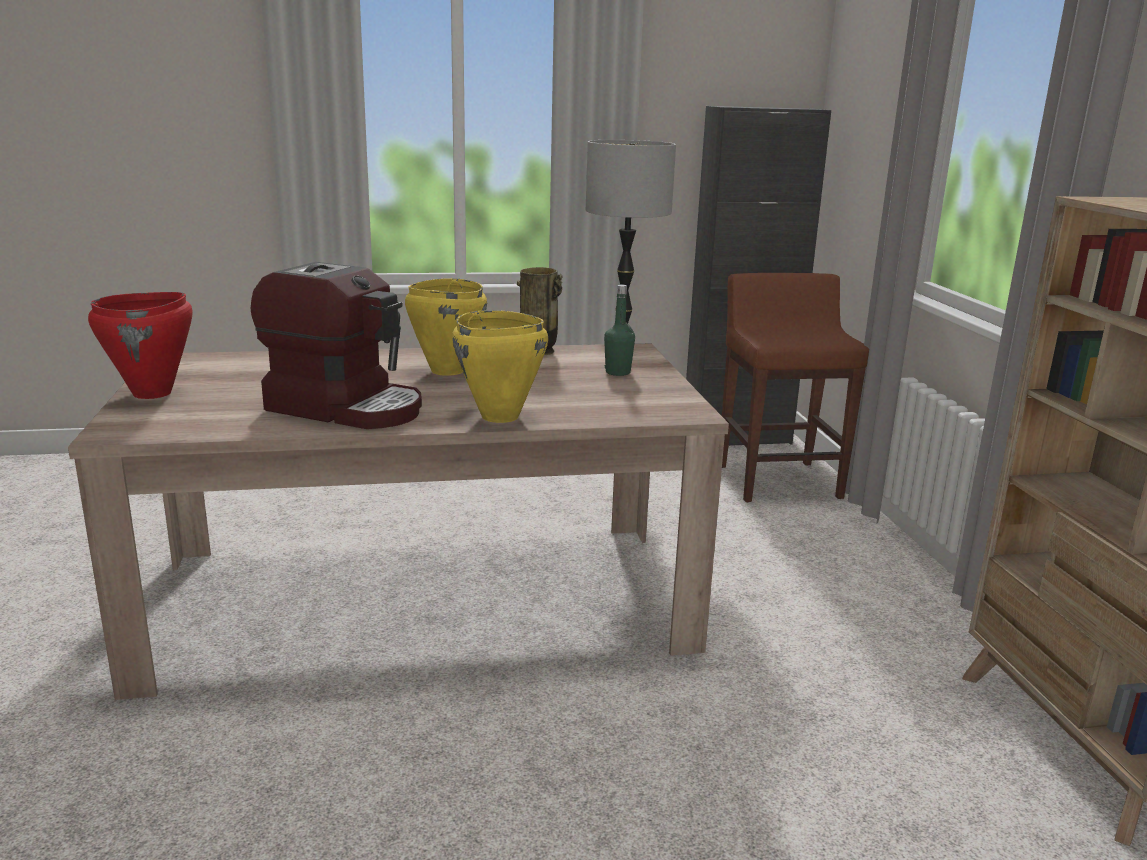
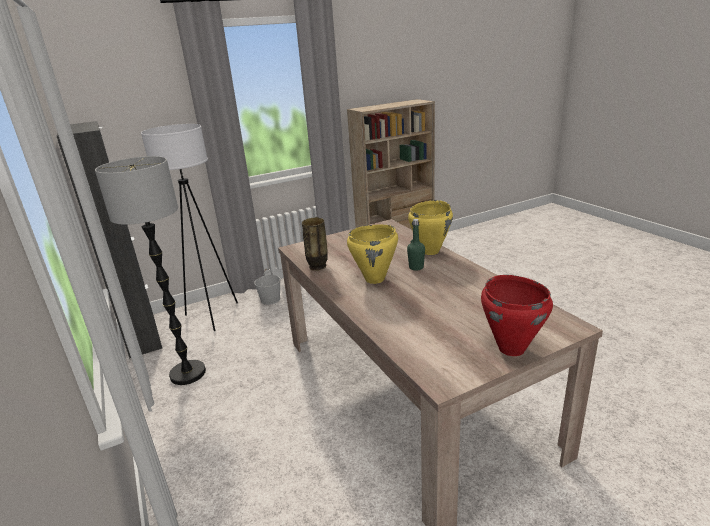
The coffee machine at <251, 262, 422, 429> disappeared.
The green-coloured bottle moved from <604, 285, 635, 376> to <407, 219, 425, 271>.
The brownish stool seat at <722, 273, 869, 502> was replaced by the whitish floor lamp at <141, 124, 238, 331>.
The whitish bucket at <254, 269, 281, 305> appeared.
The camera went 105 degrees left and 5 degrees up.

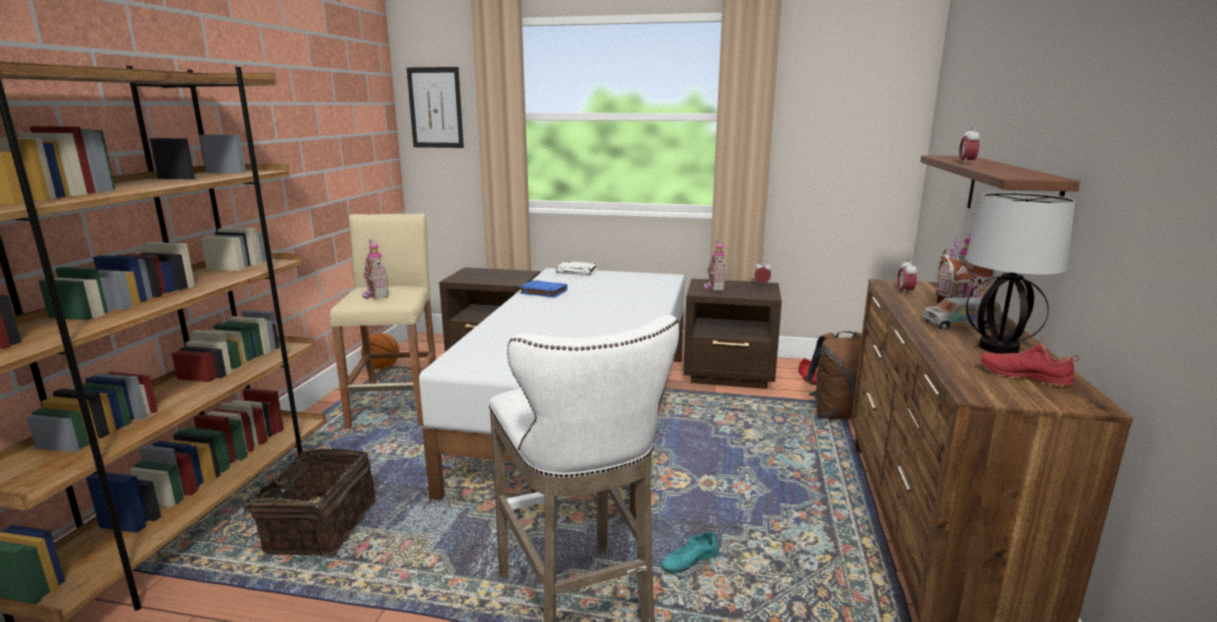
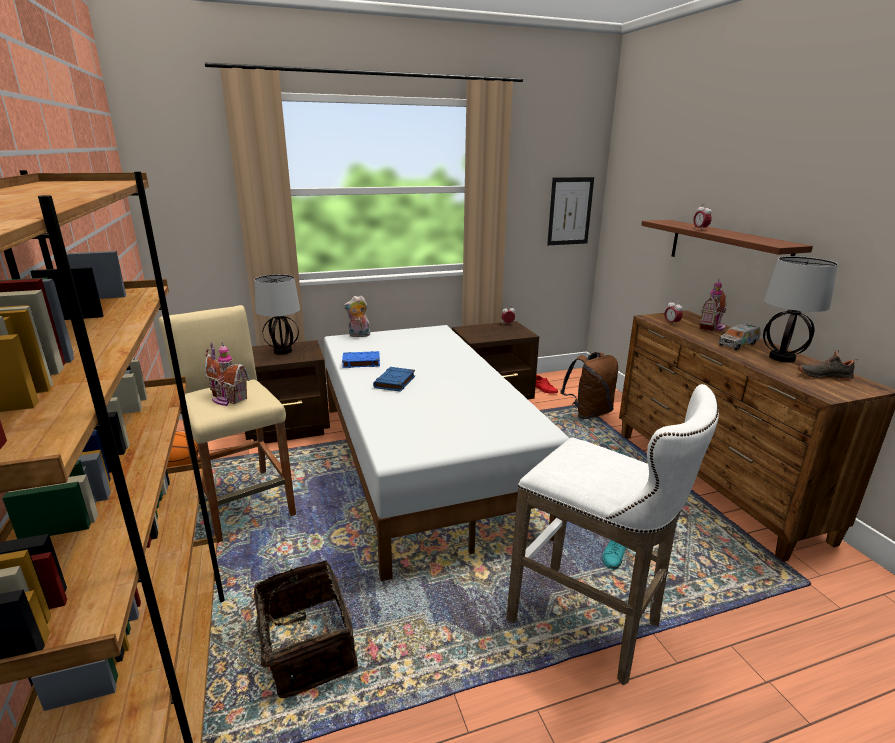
The picture moved from <407, 67, 464, 148> to <547, 177, 594, 245>.
The whitish book at <556, 261, 597, 275> was replaced by the soft toy at <343, 296, 371, 337>.
The toy house at <704, 240, 727, 291> disappeared.
The red shoe at <979, 336, 1080, 387> became the black-coloured shoe at <798, 350, 858, 380>.
The tabletop lamp at <254, 274, 300, 355> appeared.
The blue-coloured book at <373, 367, 415, 392> appeared.
The camera went 30 degrees left and 5 degrees up.

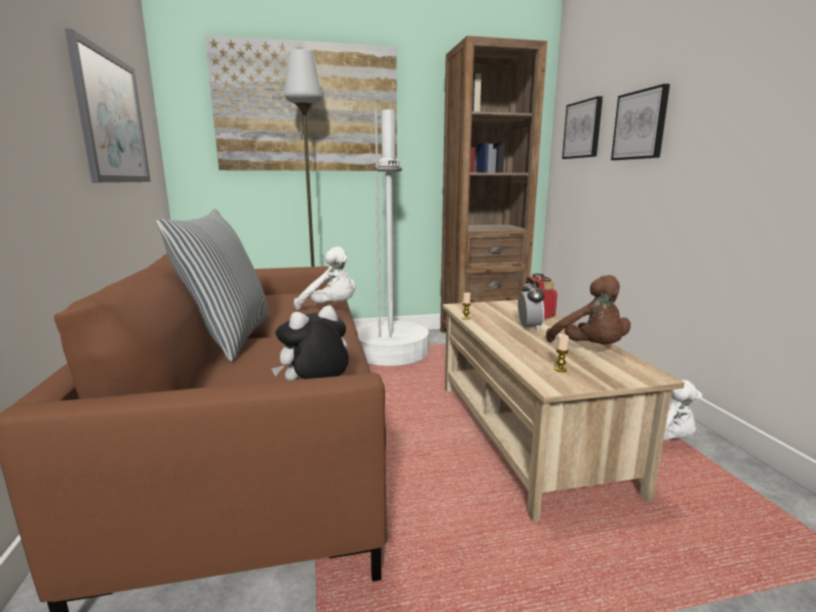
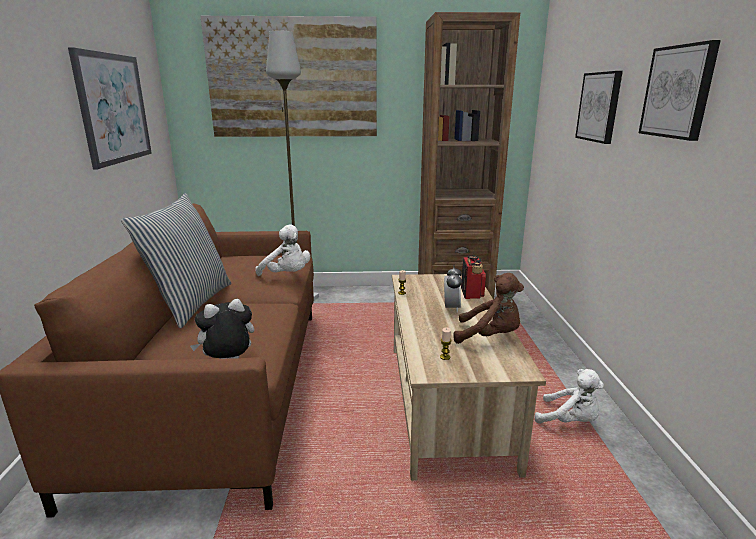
The whitish floor lamp at <356, 109, 429, 366> disappeared.
The brownish soft toy at <546, 275, 631, 344> turned 60 degrees counterclockwise.
The picture moved from <562, 96, 603, 159> to <639, 40, 721, 141>.
The camera went 10 degrees right and 5 degrees up.

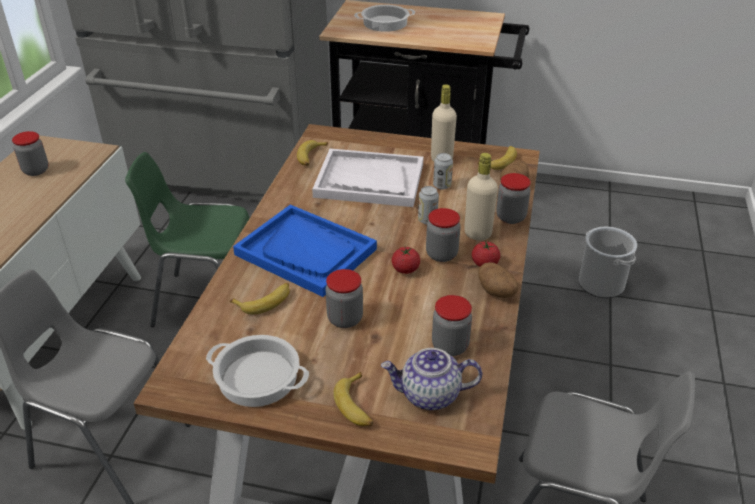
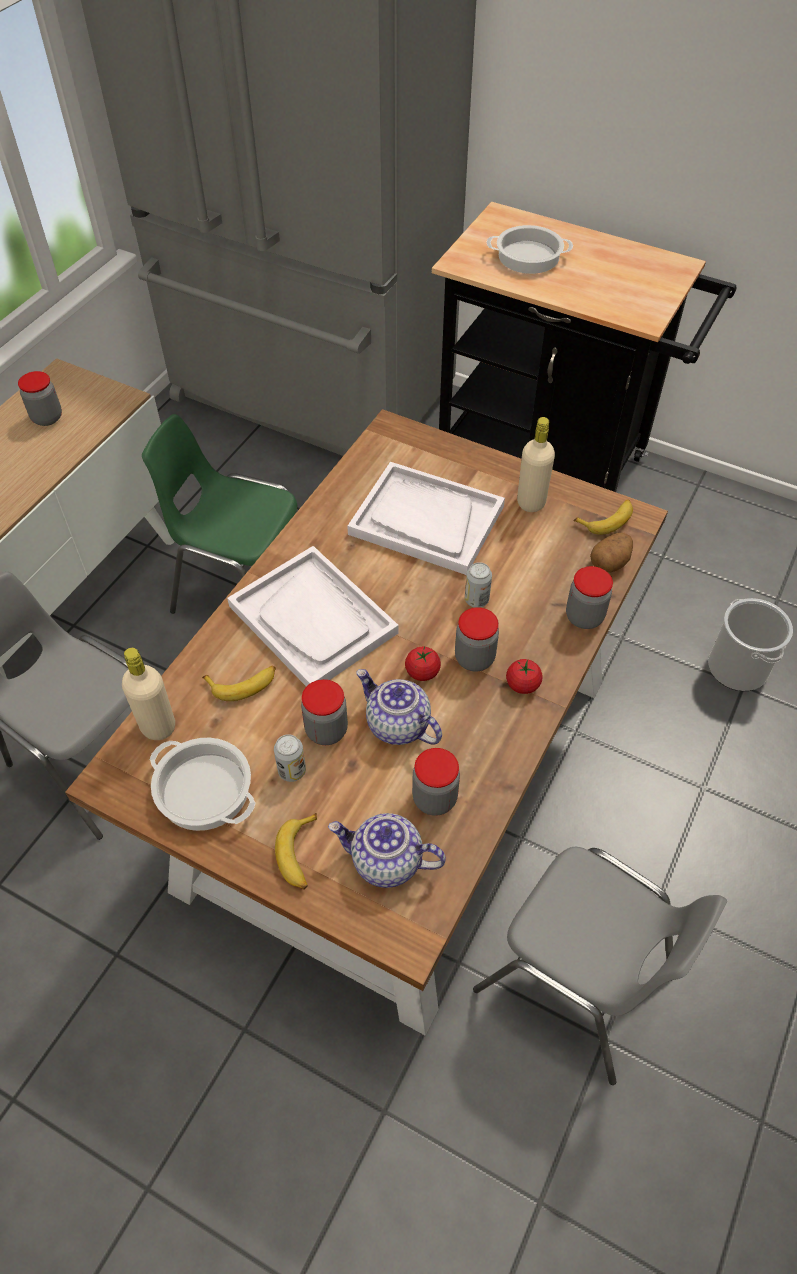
The blue-coloured carrying tray at <233, 205, 377, 297> became the whitish carrying tray at <227, 546, 399, 687>.
The banana fruit at <297, 140, 328, 166> disappeared.
The sealed can moved from <433, 153, 453, 190> to <274, 734, 306, 782>.
The sand-coloured bottle moved from <464, 153, 498, 241> to <122, 648, 175, 740>.
The whole potato at <479, 262, 518, 298> disappeared.
The tea pot at <356, 669, 442, 745> appeared.
The camera went 15 degrees right and 15 degrees up.

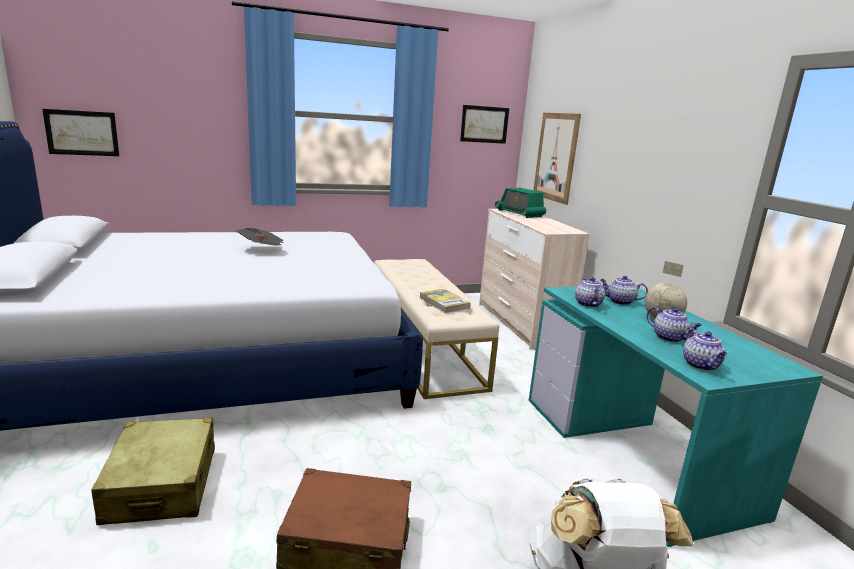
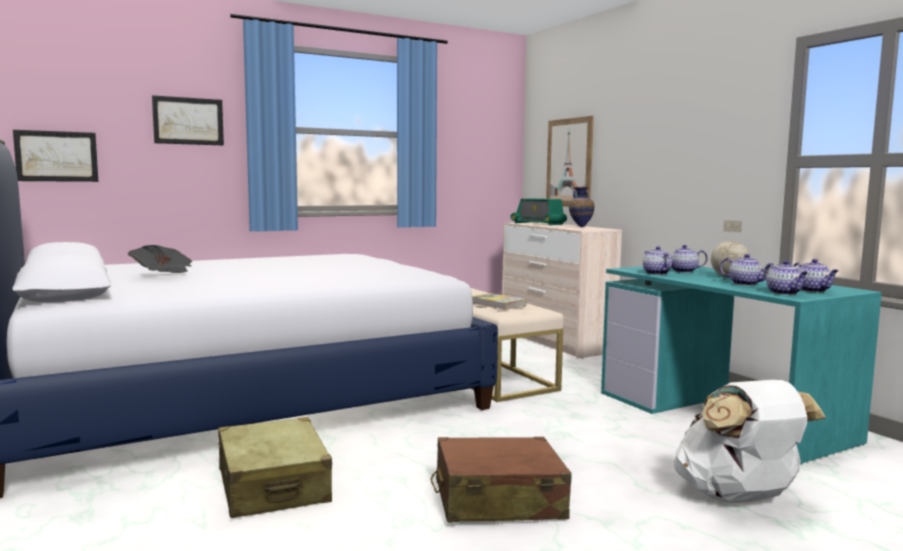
The newspaper moved from <235, 228, 283, 245> to <128, 245, 192, 273>.
The picture moved from <460, 105, 509, 144> to <152, 95, 224, 146>.
The decorative vase at <569, 186, 595, 227> appeared.
The tea pot at <794, 259, 839, 293> appeared.
The camera went 10 degrees left and 10 degrees down.

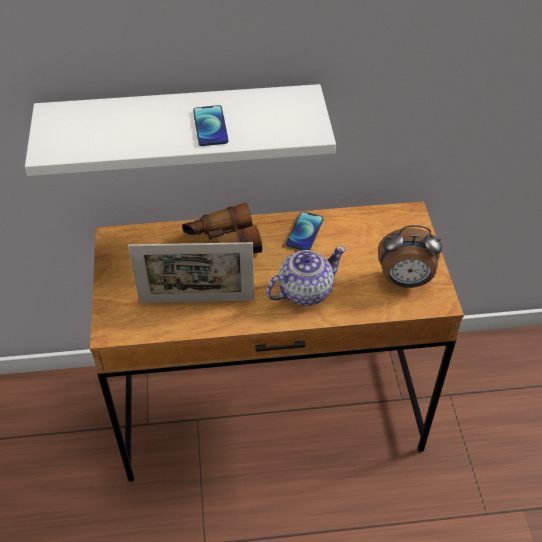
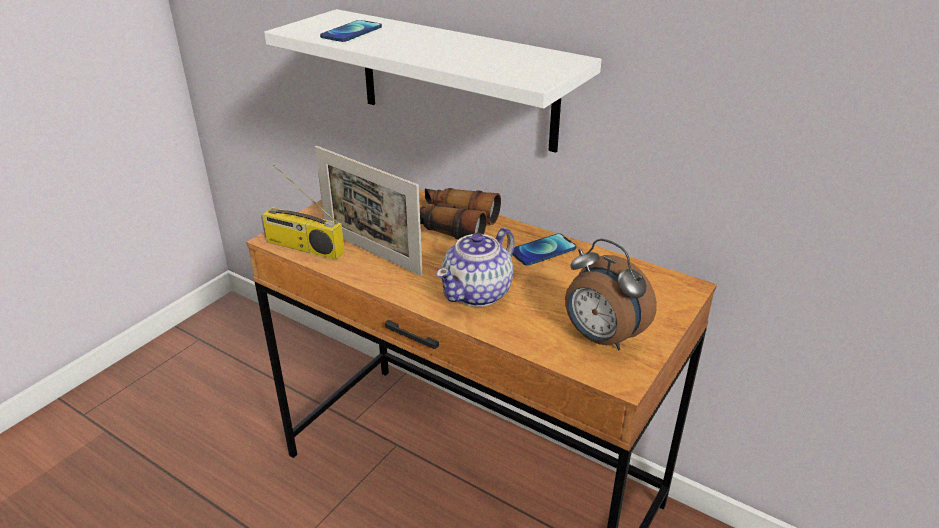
The telephone moved from <193, 105, 228, 146> to <320, 20, 382, 42>.
The tea pot at <266, 246, 346, 306> turned 120 degrees clockwise.
The radio receiver at <261, 165, 345, 260> appeared.
The camera went 40 degrees right and 15 degrees down.

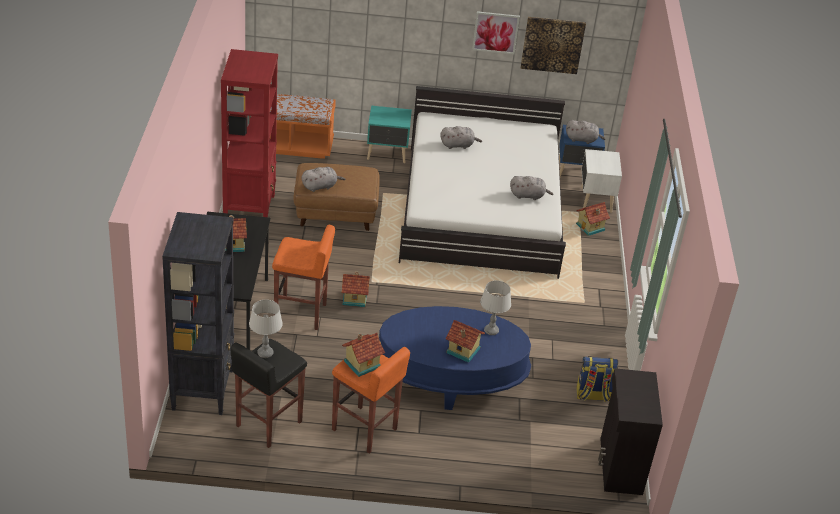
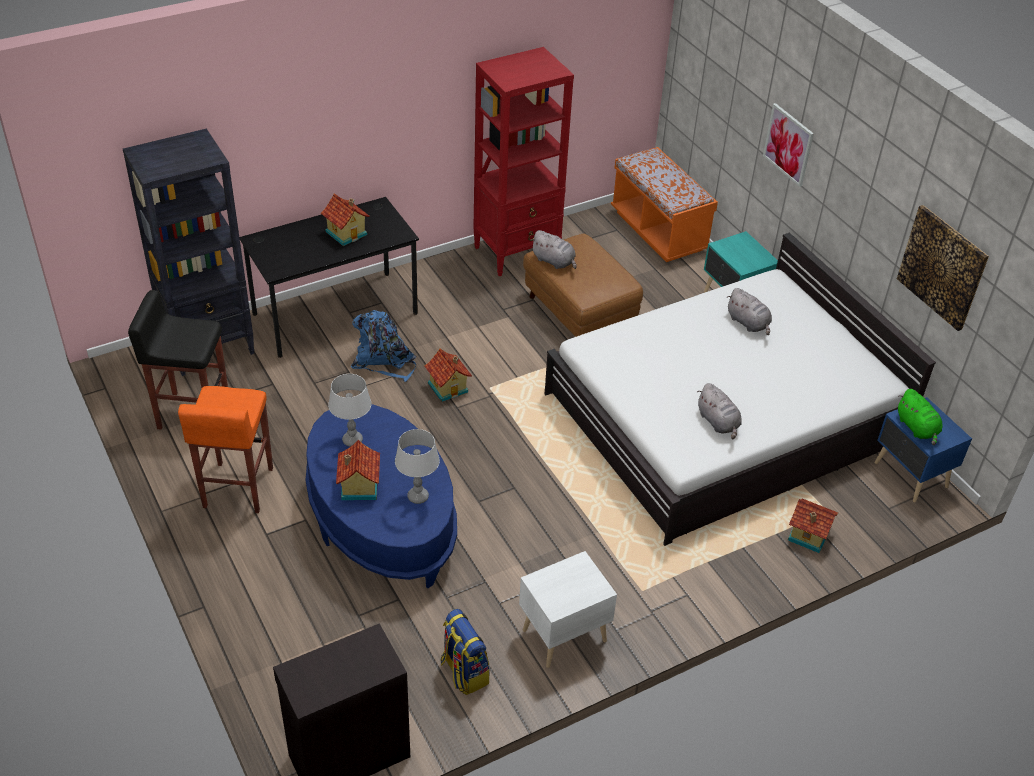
The grey tabletop lamp moved from <249, 300, 283, 358> to <328, 374, 371, 447>.
The orangey stool seat at <272, 225, 335, 330> was replaced by the blue-coloured backpack at <351, 310, 416, 382>.
The toy house at <342, 333, 385, 377> disappeared.
The picture moved from <472, 11, 520, 54> to <763, 103, 814, 187>.
The grey soft toy at <566, 120, 606, 144> became the green-coloured soft toy at <898, 389, 943, 445>.
The whitish bedside table moved from <581, 149, 622, 213> to <519, 551, 617, 668>.
The camera went 60 degrees right and 5 degrees up.

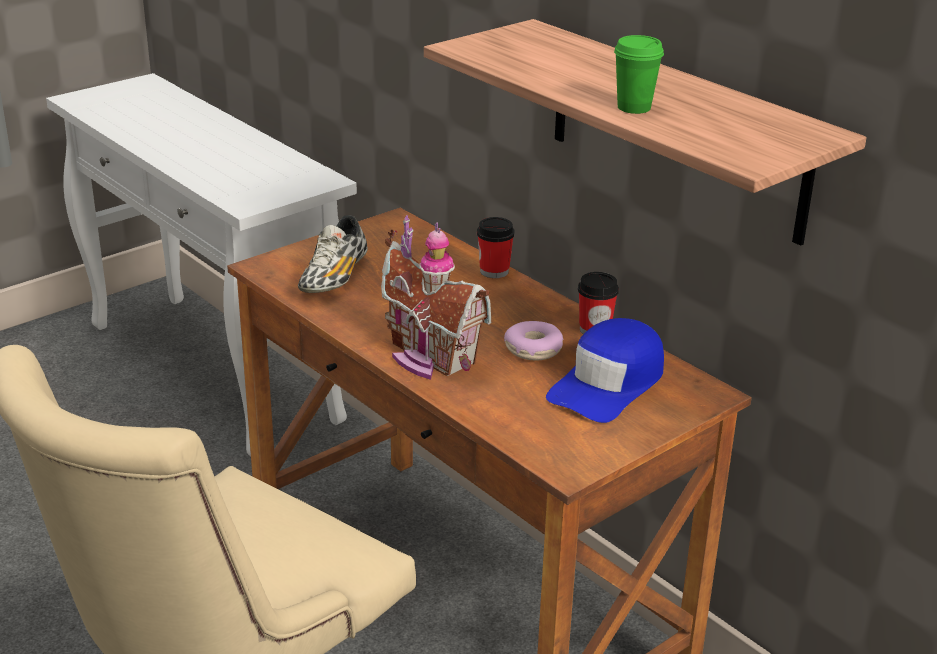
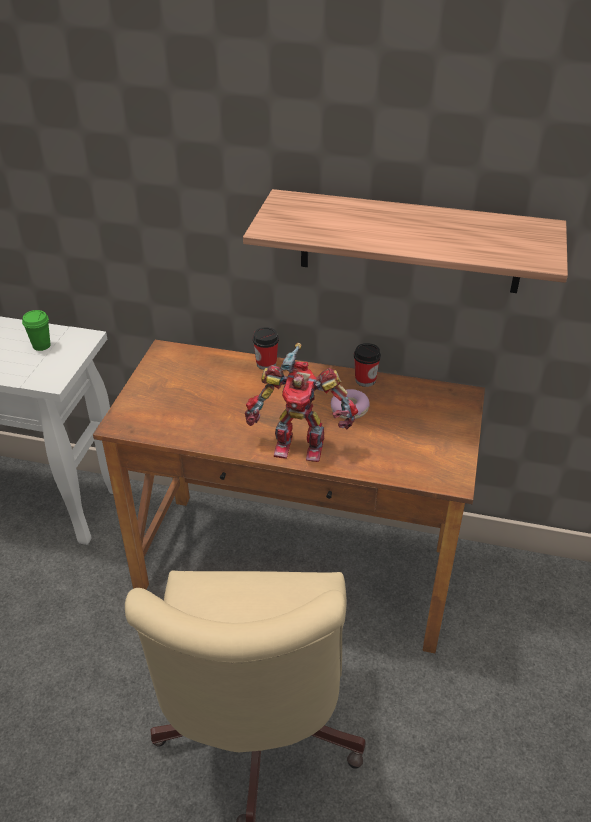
The shoe at <298, 215, 367, 293> disappeared.
The toy house at <381, 215, 491, 380> was replaced by the model robot at <245, 343, 358, 462>.
The blue-coloured peaked cap at <546, 318, 664, 423> disappeared.
The green-coloured small cup moved from <614, 35, 664, 114> to <22, 310, 51, 351>.
The camera went 35 degrees left and 10 degrees up.

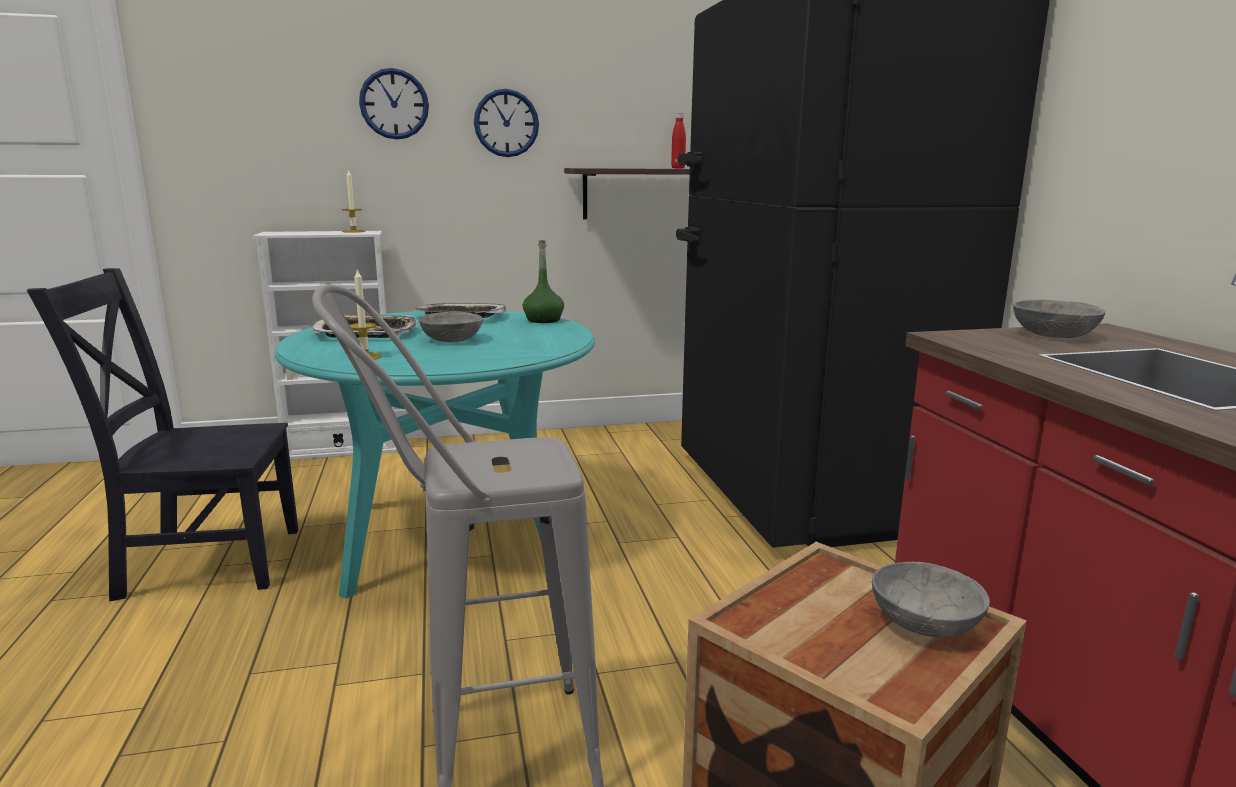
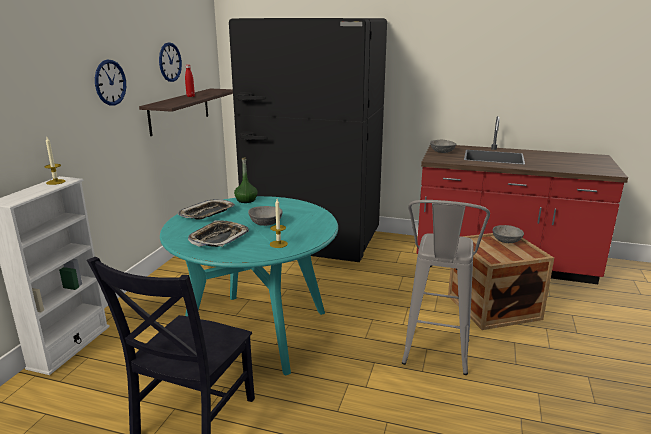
The hanging clock moved from <359, 68, 429, 140> to <159, 42, 182, 82>.
The camera went 60 degrees left and 5 degrees up.

